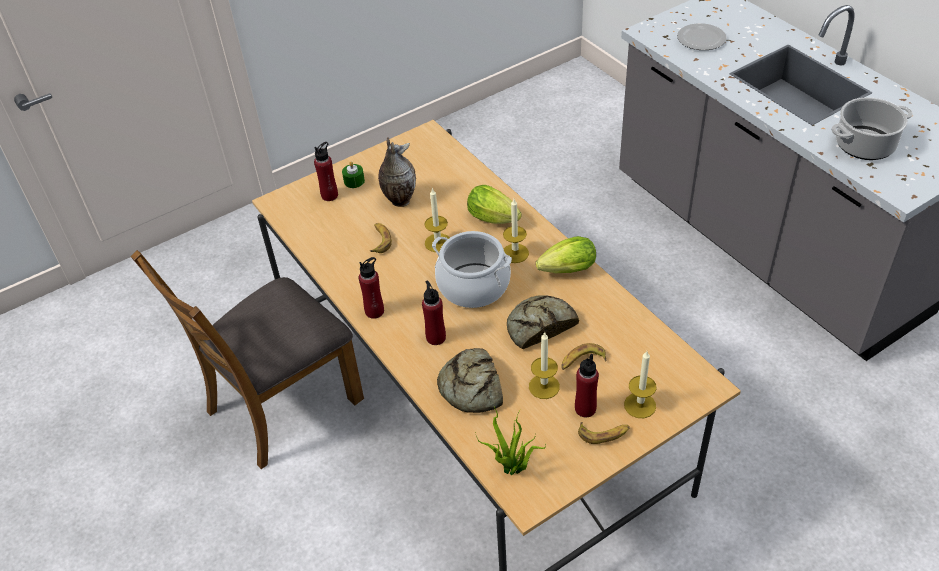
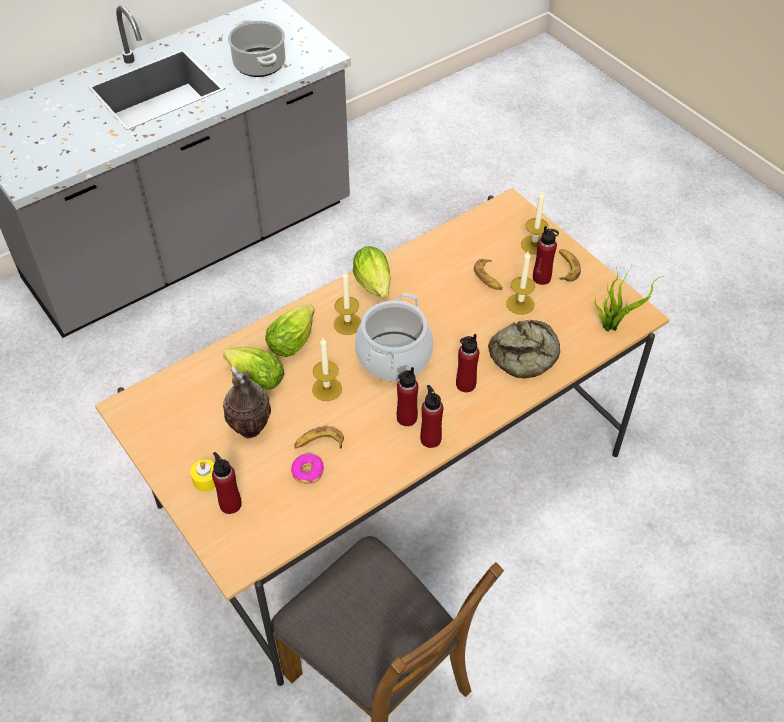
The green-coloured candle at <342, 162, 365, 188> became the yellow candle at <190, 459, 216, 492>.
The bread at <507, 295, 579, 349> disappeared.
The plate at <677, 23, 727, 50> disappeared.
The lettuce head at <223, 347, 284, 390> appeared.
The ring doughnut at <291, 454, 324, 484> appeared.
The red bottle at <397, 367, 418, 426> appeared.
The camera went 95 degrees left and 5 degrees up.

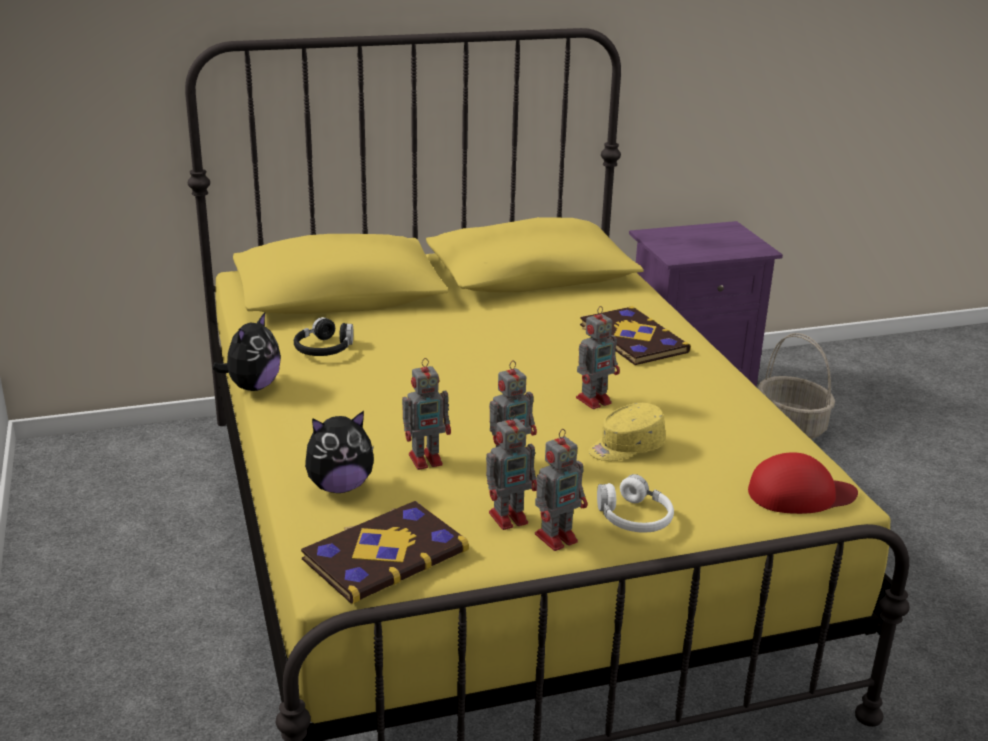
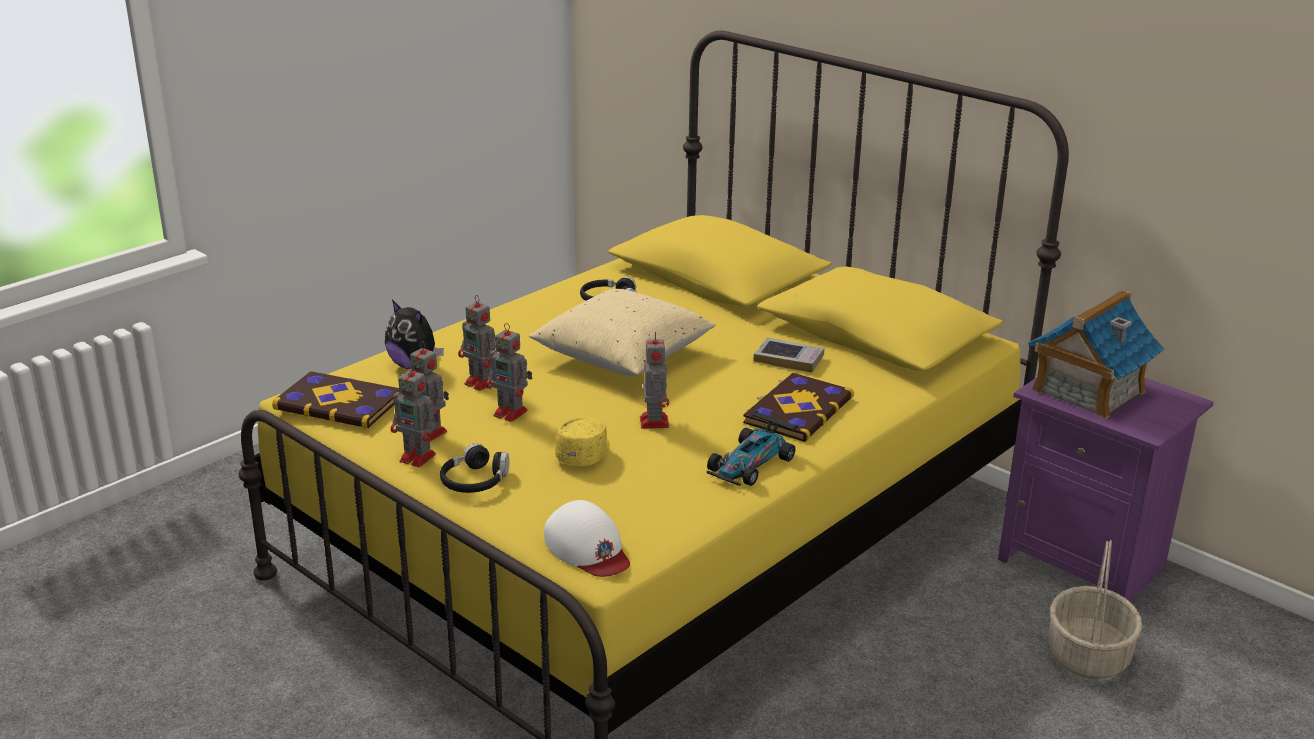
The soft toy at <212, 312, 281, 391> disappeared.
The model robot at <576, 306, 620, 409> turned 120 degrees counterclockwise.
The yellow peaked cap at <589, 403, 665, 461> turned 75 degrees clockwise.
The whitish pair of headphones at <597, 474, 674, 533> became the black-coloured pair of headphones at <440, 443, 509, 493>.
The red peaked cap at <748, 452, 858, 514> became the whitish peaked cap at <544, 500, 630, 577>.
The sand-coloured cushion at <529, 289, 716, 376> appeared.
The miniature car at <706, 410, 798, 486> appeared.
The book at <754, 338, 824, 373> appeared.
The toy house at <1028, 289, 1164, 419> appeared.
The camera went 60 degrees right and 0 degrees up.

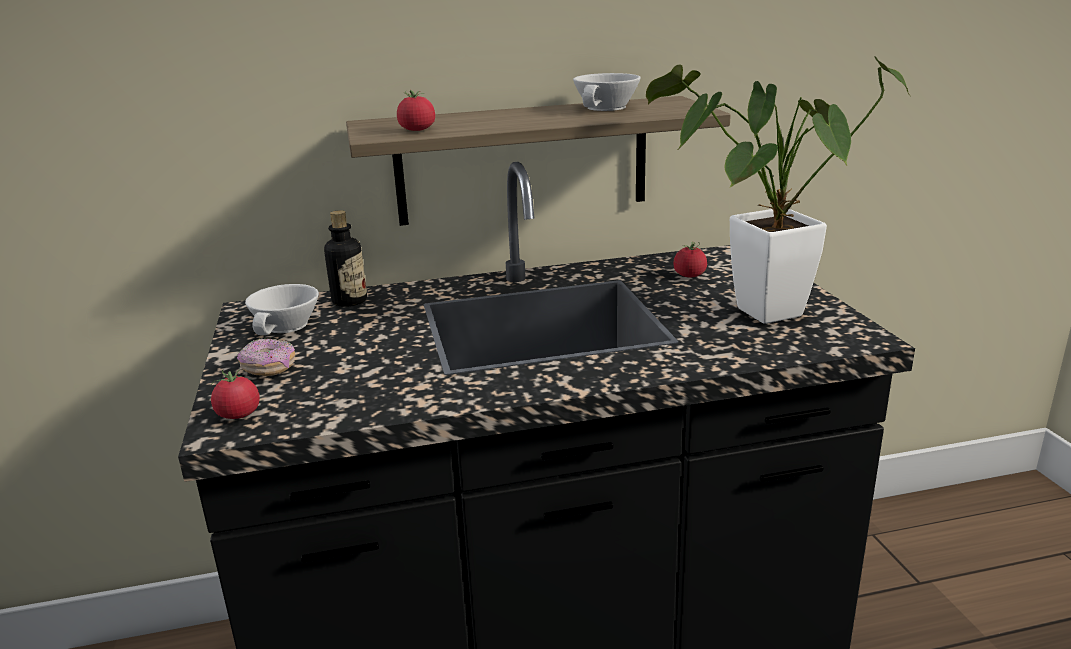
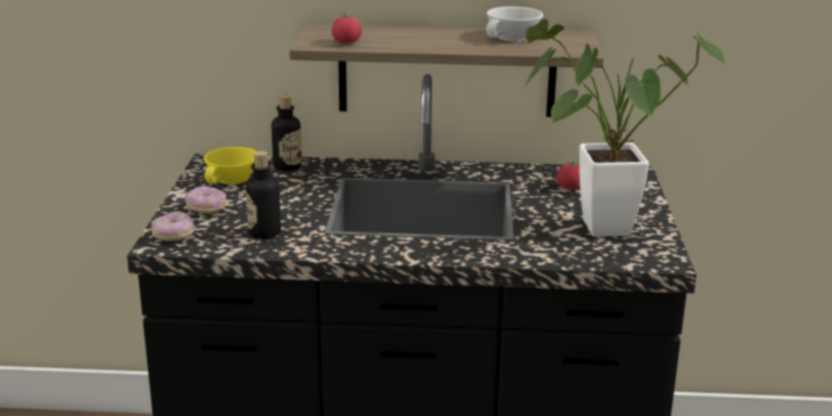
The tomato at <211, 369, 260, 419> was replaced by the ring doughnut at <151, 212, 194, 241>.
The whitish small cup at <245, 284, 319, 335> became the yellow small cup at <204, 147, 257, 185>.
The bottle at <246, 151, 281, 239> appeared.
The camera went 15 degrees right and 0 degrees up.

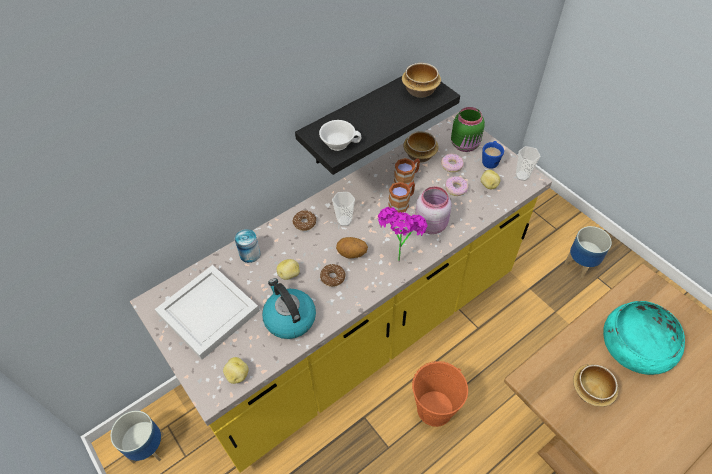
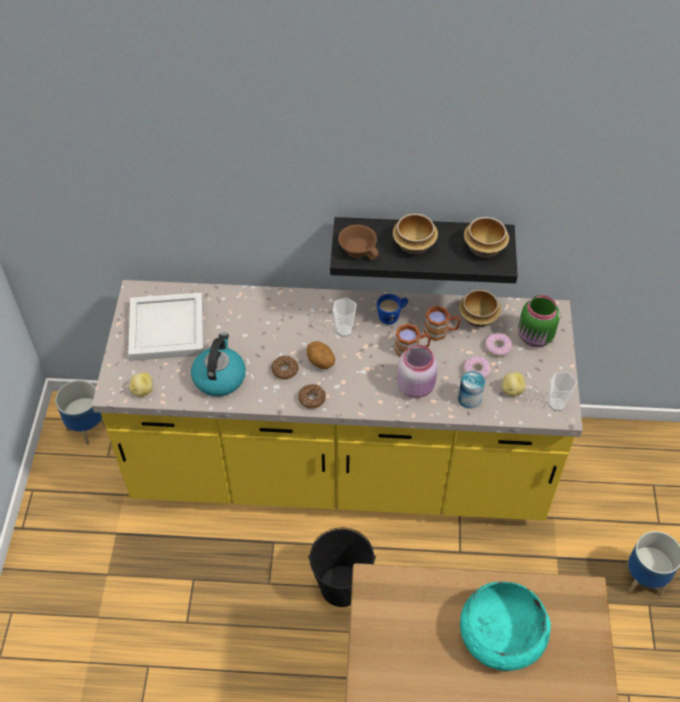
The sealed can moved from <235, 229, 260, 263> to <458, 371, 485, 409>.
The whole potato at <277, 259, 300, 280> disappeared.
The ring doughnut moved from <292, 210, 316, 231> to <298, 384, 326, 409>.
The whitish small cup at <319, 120, 361, 151> became the brownish small cup at <338, 225, 379, 260>.
The potted plant at <378, 207, 427, 261> disappeared.
The orangey bucket at <412, 361, 468, 427> became the black-coloured bucket at <308, 527, 376, 607>.
The blue-coloured tea mug moved from <482, 141, 504, 169> to <377, 294, 408, 325>.
The serving bowl moved from <573, 364, 619, 407> to <393, 214, 438, 254>.
The camera went 40 degrees right and 0 degrees up.

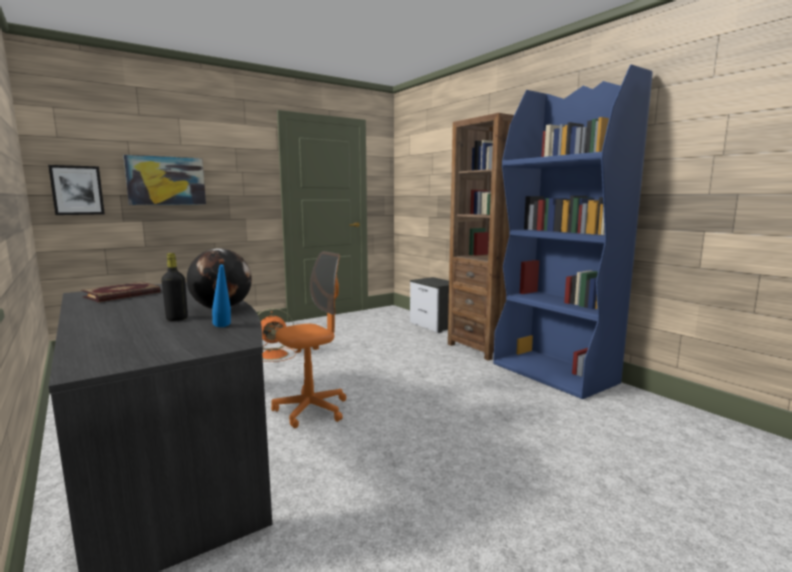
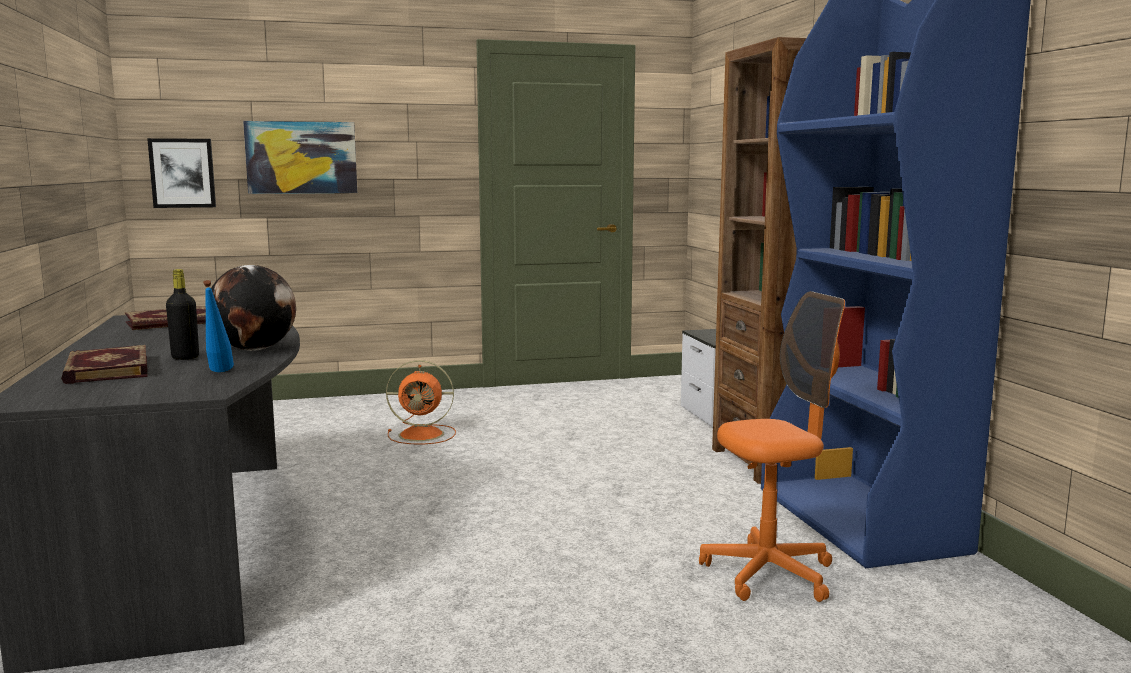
The orangey office chair moved from <271, 251, 346, 428> to <699, 291, 845, 602>.
The book at <61, 345, 148, 384> appeared.
The camera went 20 degrees right and 0 degrees up.

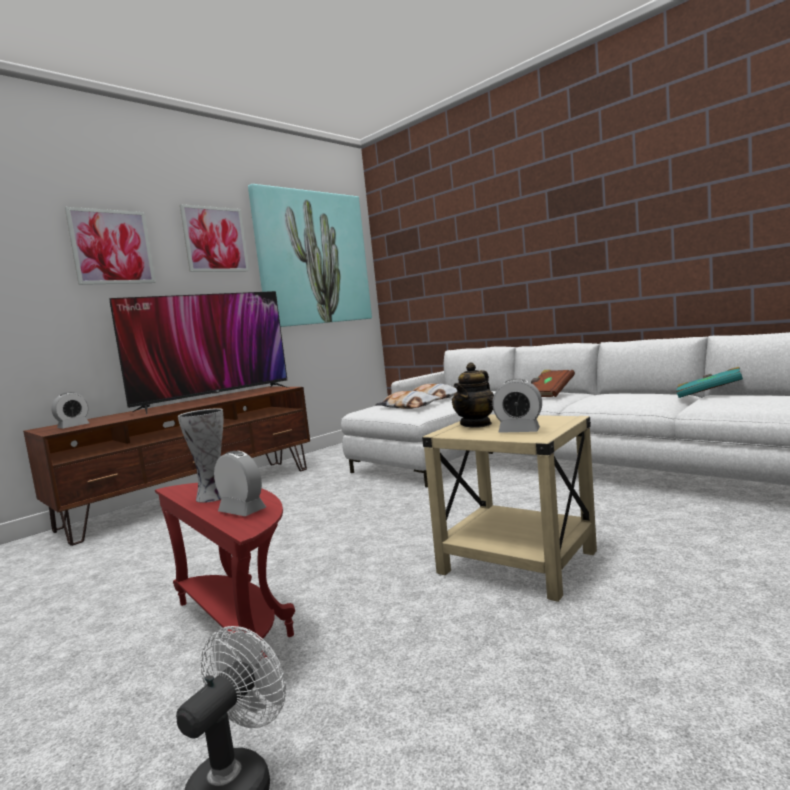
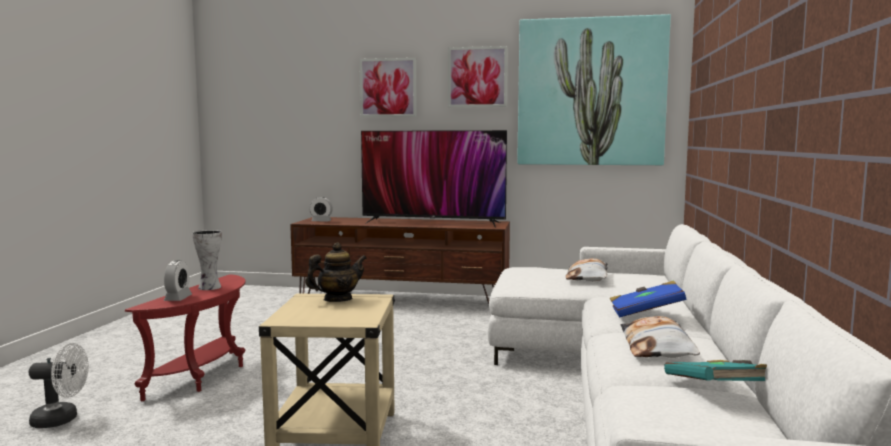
The cushion moved from <375, 391, 441, 409> to <621, 316, 700, 358>.
The tea pot at <452, 362, 494, 428> turned 150 degrees clockwise.
The bedside clock at <492, 379, 542, 433> disappeared.
The brownish book at <531, 370, 575, 397> became the blue-coloured book at <610, 281, 687, 318>.
The camera went 55 degrees right and 0 degrees up.

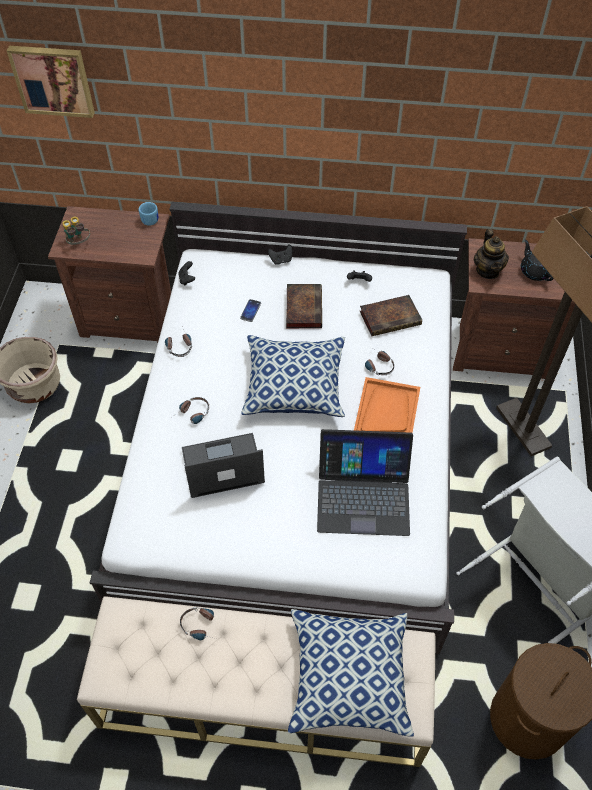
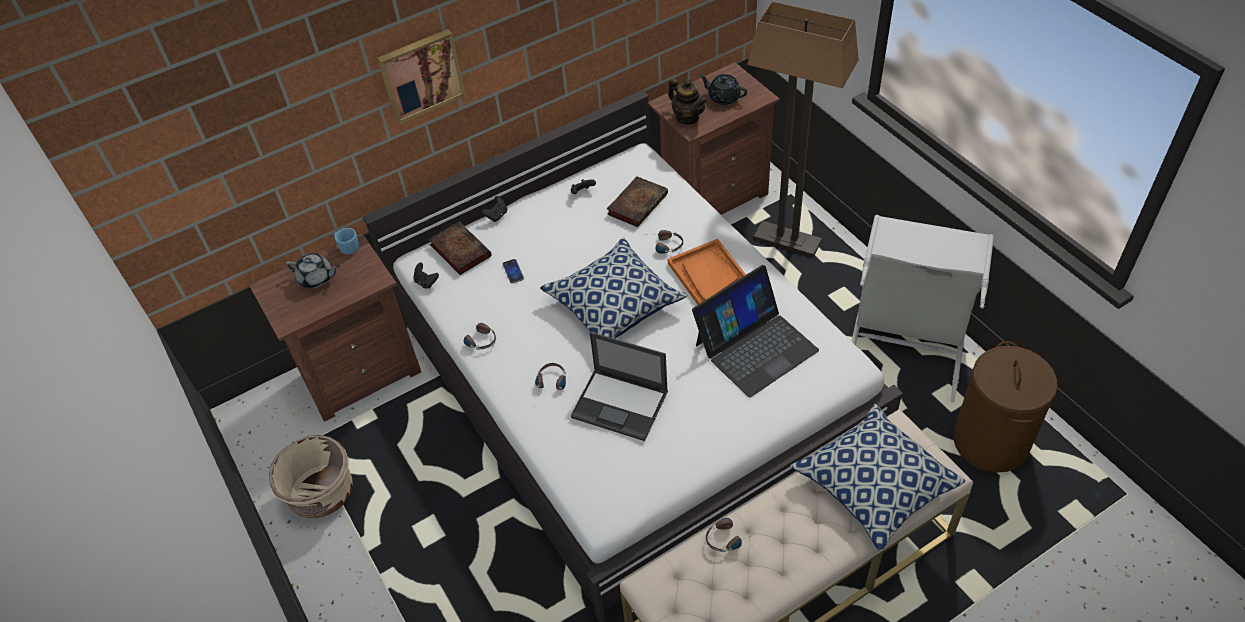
The picture moved from <7, 46, 95, 118> to <377, 29, 466, 124>.
The pair of binoculars at <62, 217, 90, 245> disappeared.
The portable computer at <182, 433, 265, 498> turned 105 degrees counterclockwise.
The book moved from <286, 284, 322, 328> to <429, 221, 491, 275>.
The grey tea pot at <285, 253, 339, 288> appeared.
The camera went 35 degrees left and 5 degrees down.

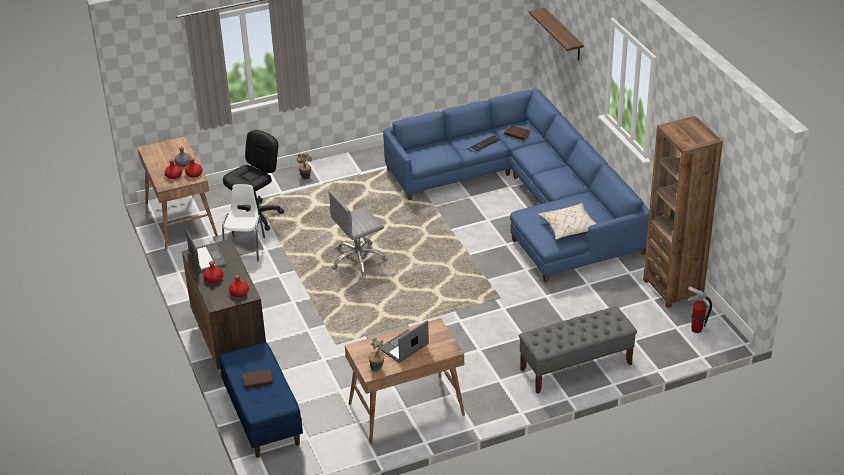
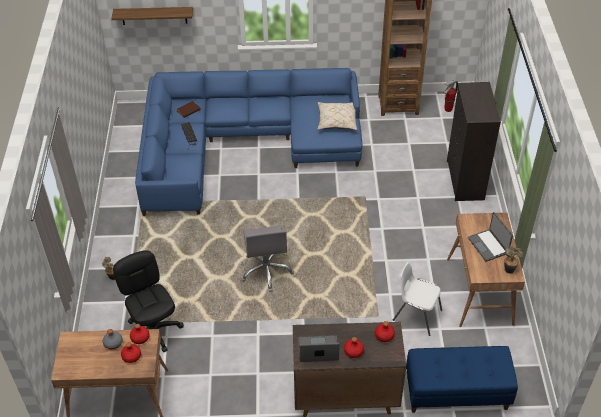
The whitish upright chair moved from <222, 184, 265, 261> to <393, 262, 442, 336>.
The brownish book at <243, 369, 273, 388> disappeared.
The grey long seat at <519, 306, 637, 394> was replaced by the black-coloured dresser at <447, 82, 501, 201>.
The camera went 70 degrees left and 10 degrees up.

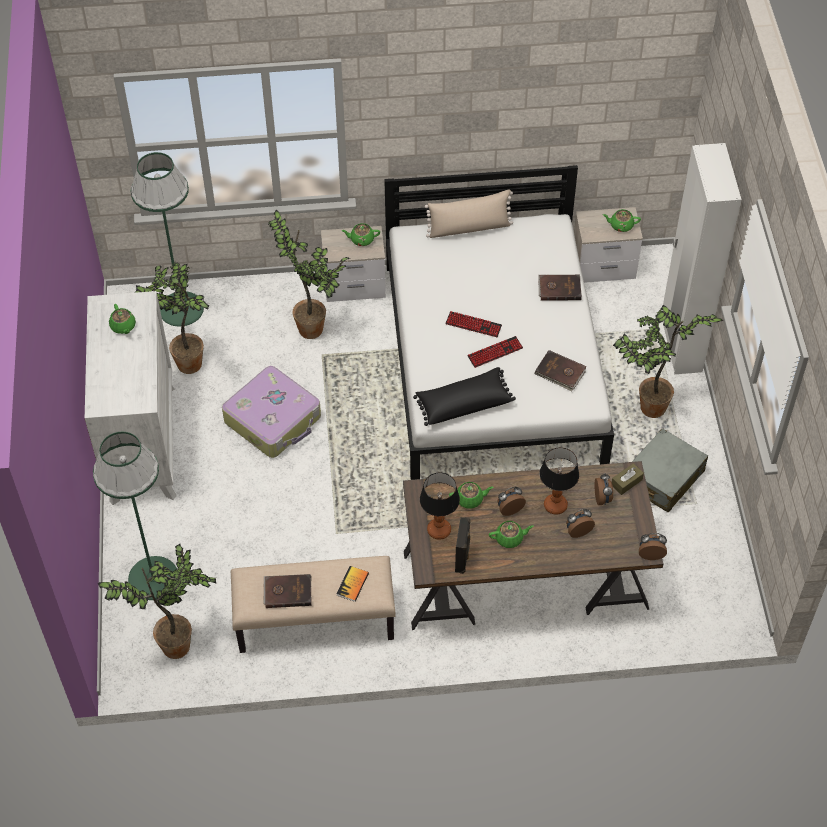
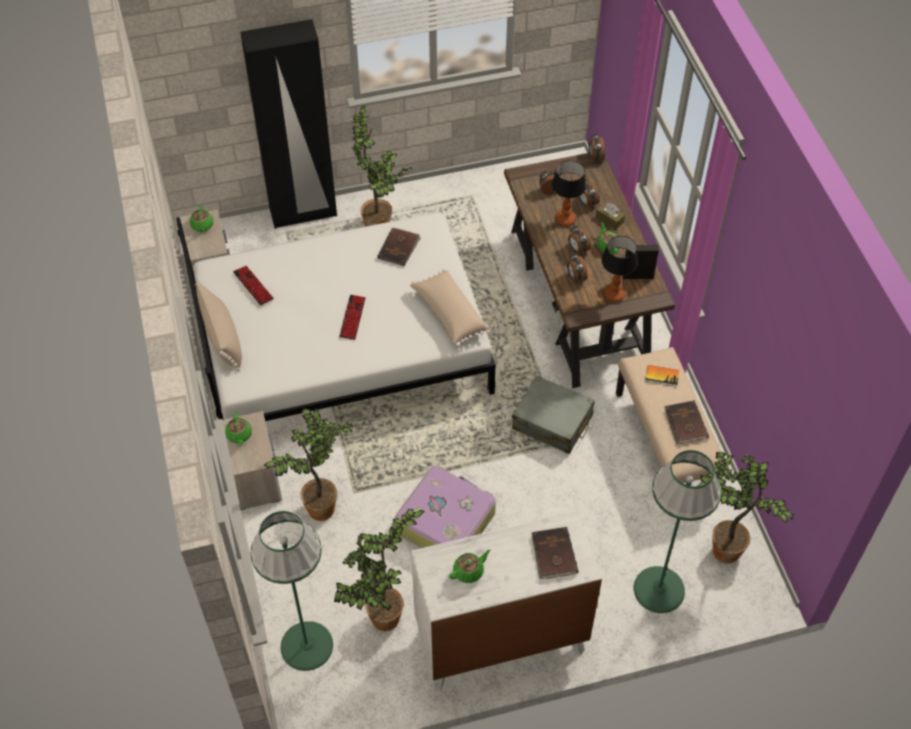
The black-coloured cushion at <413, 367, 516, 426> became the sand-coloured cushion at <410, 269, 490, 347>.
The green-coloured tea pot at <449, 482, 493, 509> was replaced by the bedside clock at <567, 253, 587, 283>.
The computer keyboard moved from <467, 336, 523, 368> to <233, 266, 274, 305>.
The brownish book moved from <538, 275, 582, 301> to <532, 527, 578, 579>.
The brownish box of tissues moved from <612, 463, 644, 495> to <596, 202, 625, 230>.
The grey travel case moved from <632, 428, 708, 513> to <512, 376, 595, 454>.
The whitish clothes cupboard at <662, 143, 742, 374> became the black-coloured clothes cupboard at <240, 19, 337, 229>.
The camera went 100 degrees left and 0 degrees up.

